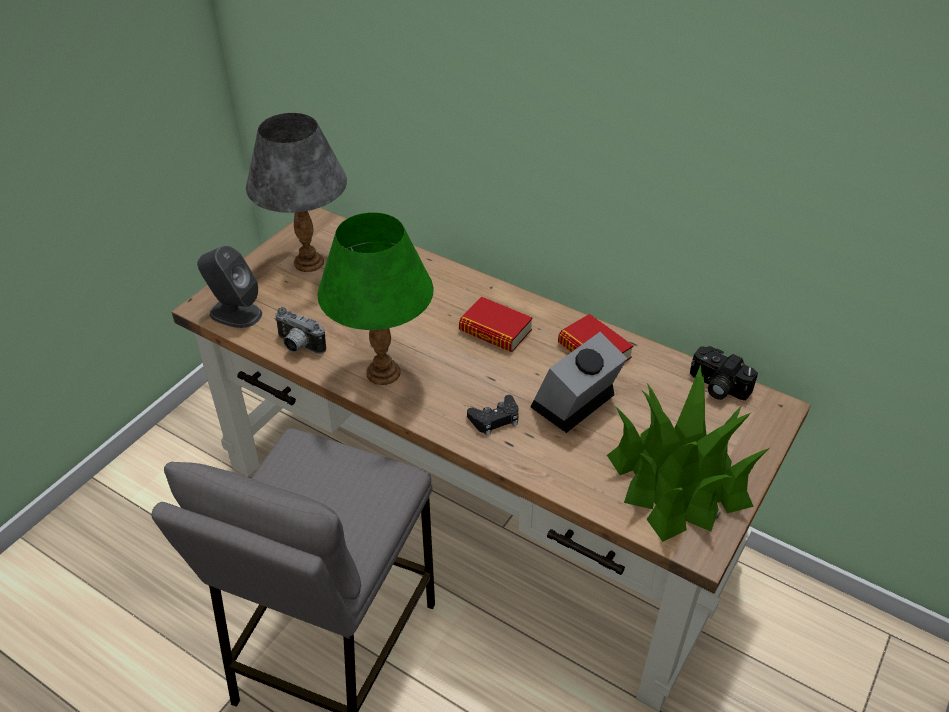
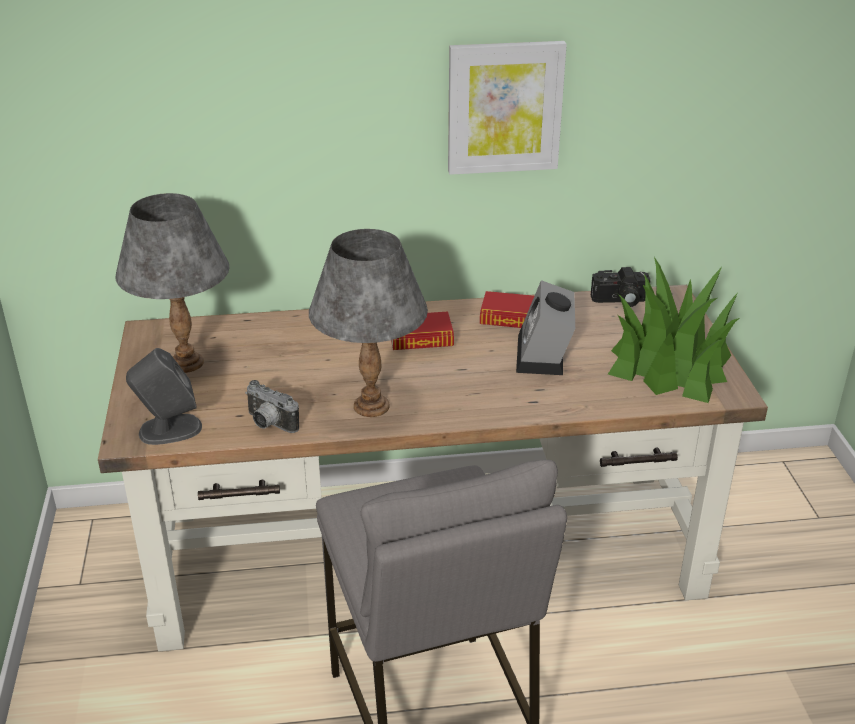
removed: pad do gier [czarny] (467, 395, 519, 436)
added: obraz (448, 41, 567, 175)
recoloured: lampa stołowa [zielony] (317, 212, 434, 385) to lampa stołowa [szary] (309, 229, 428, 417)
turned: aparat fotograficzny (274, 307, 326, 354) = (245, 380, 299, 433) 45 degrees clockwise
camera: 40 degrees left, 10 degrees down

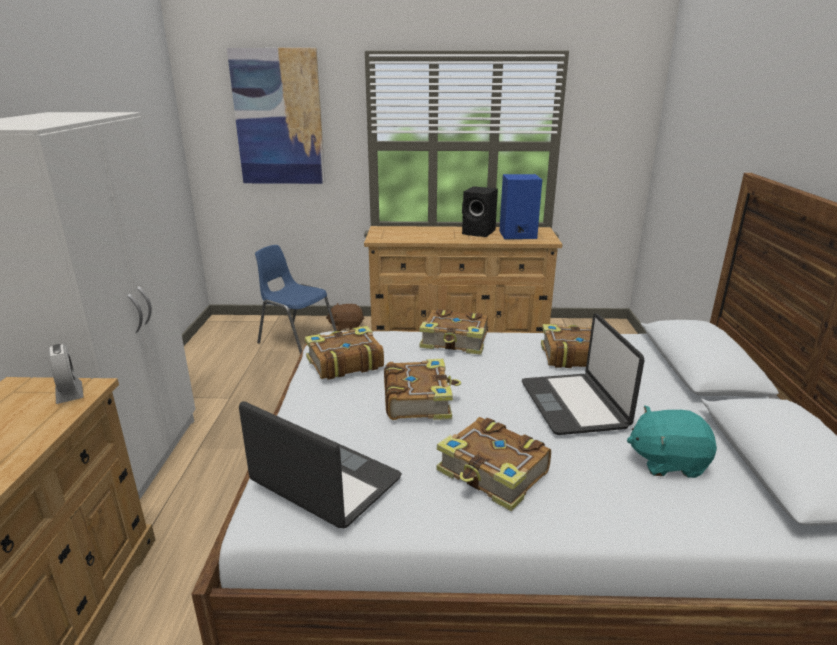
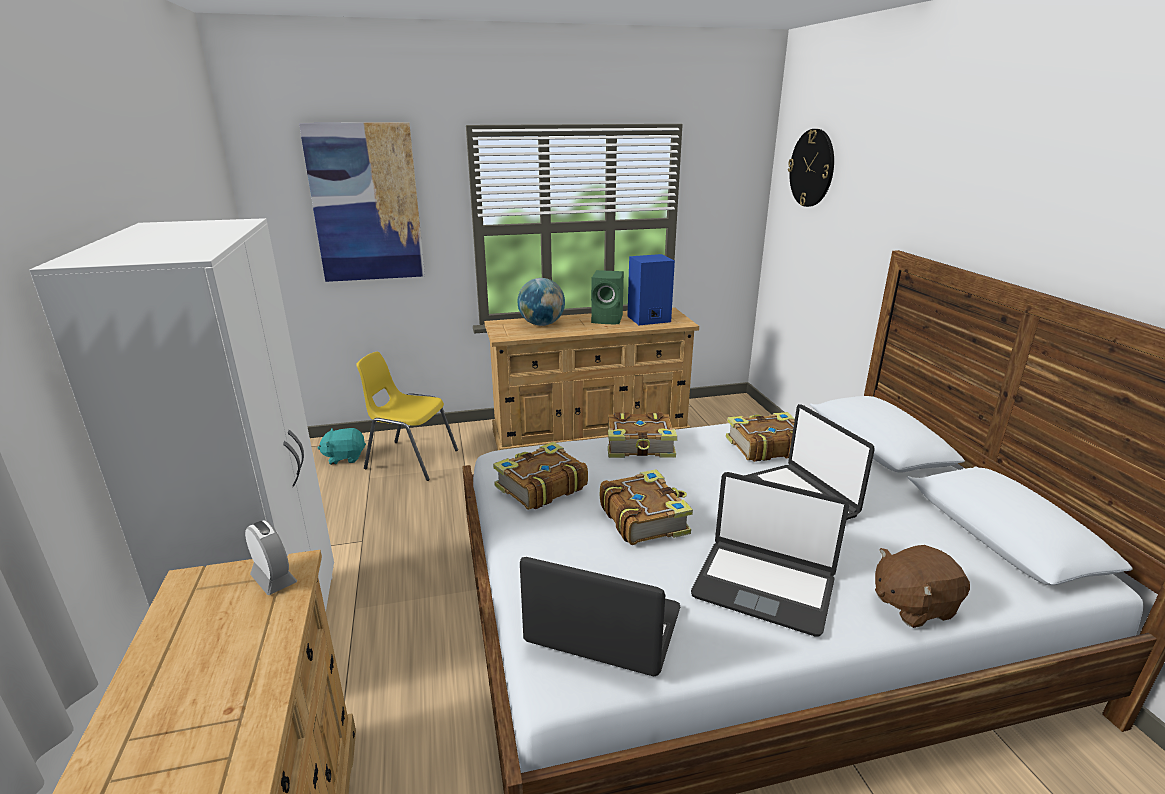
added: globus (518, 278, 565, 326); zegar ścienny (788, 129, 834, 207)
moved: pluszak [brązowy] (326, 303, 364, 331) to (875, 545, 970, 628); pluszak [turkusowy] (627, 405, 717, 478) to (317, 428, 366, 465)
replaced: książka (436, 417, 551, 511) to laptop (691, 472, 849, 637)
recoloured: krzesło [niebieski] (255, 245, 337, 355) to krzesło [żółty] (356, 352, 458, 481); głośnik [czarny] (462, 186, 498, 237) to głośnik [zielony] (591, 270, 624, 324)
camera: 15 degrees left, 0 degrees up

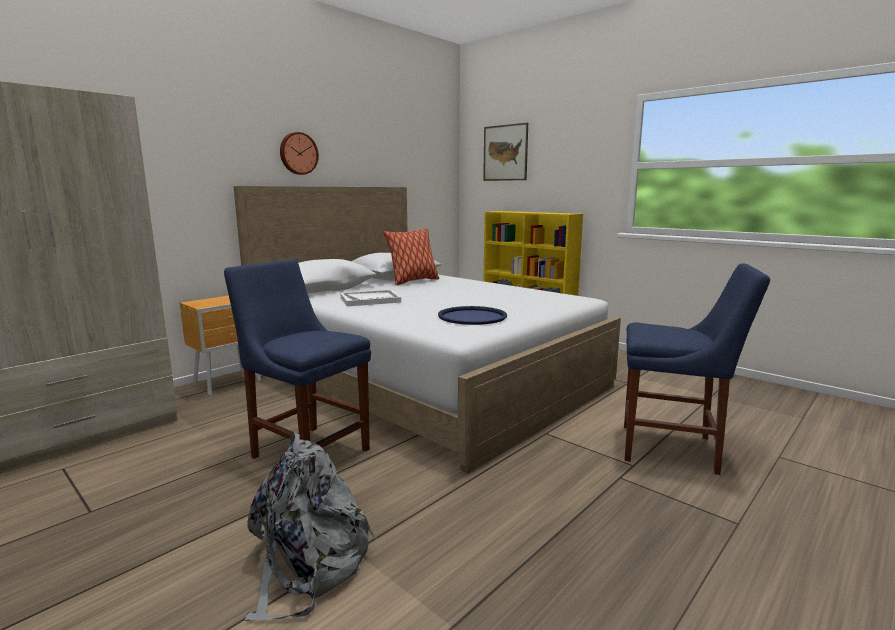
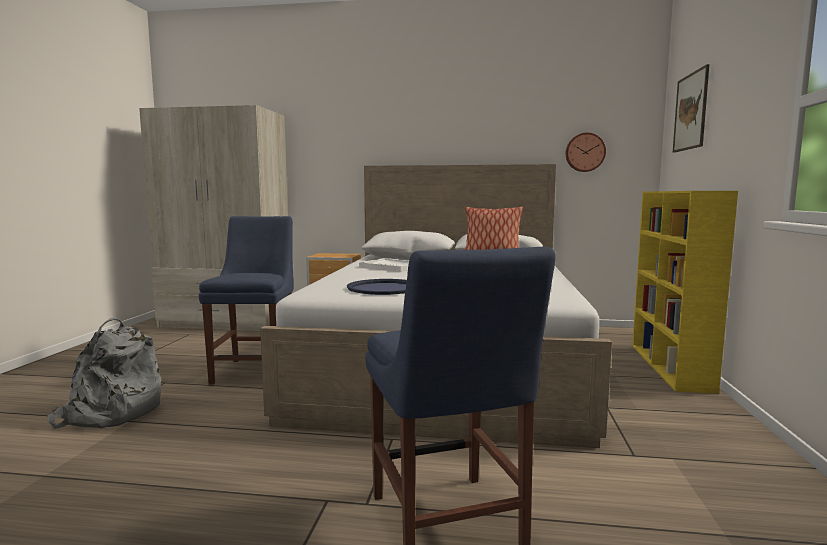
moved: zegar ścienny (280, 132, 319, 175) to (566, 132, 606, 172)
camera: 55 degrees right, 5 degrees down

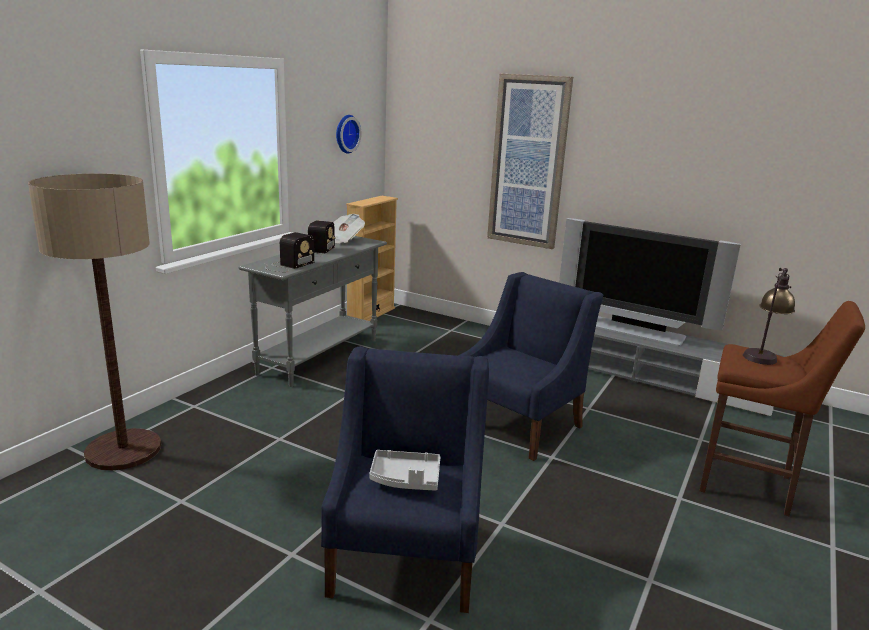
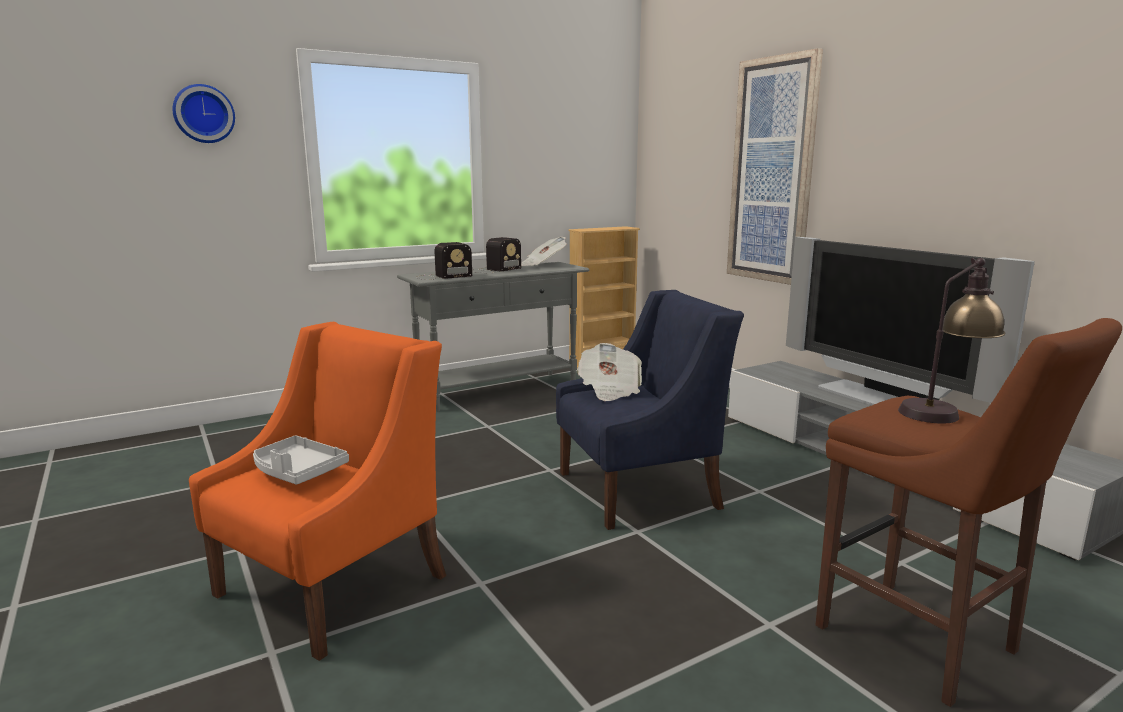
removed: lampa stojąca (28, 173, 161, 471)
added: gazeta (576, 343, 642, 401)
moved: zegar ścienny (336, 115, 361, 154) to (172, 84, 235, 143)
recoloured: fotel [niebieski] (321, 346, 489, 613) to fotel [pomarańczowy] (189, 322, 446, 661)
camera: 30 degrees right, 5 degrees down

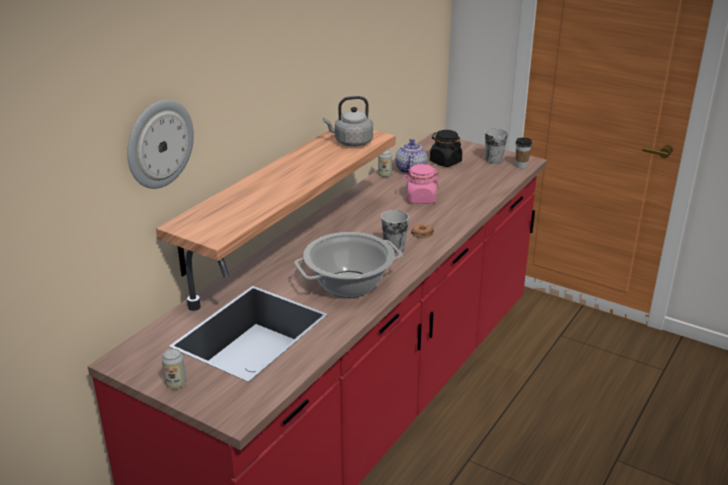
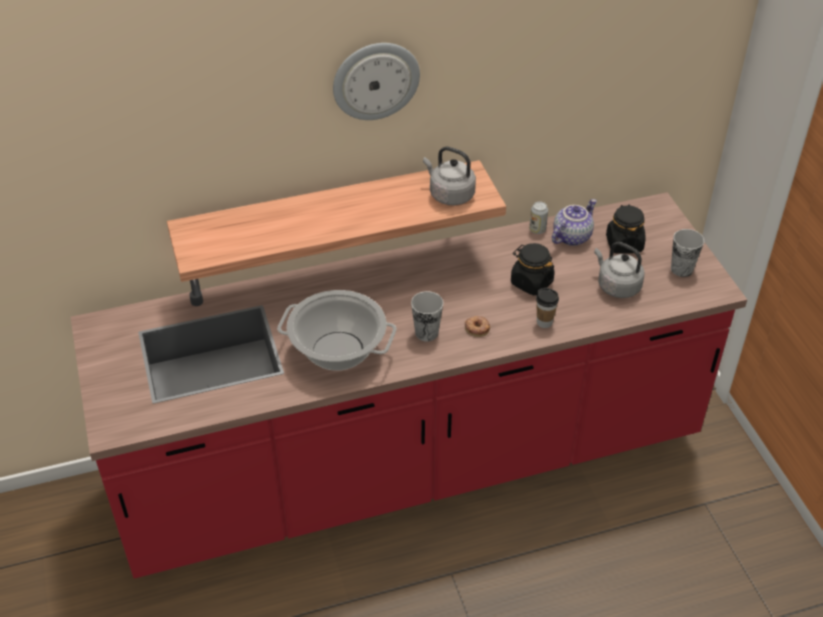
removed: puszka (162, 349, 186, 389)
added: czajnik [szary] (594, 242, 645, 298)
moved: zegar ścienny (127, 100, 194, 189) to (333, 43, 420, 120); filiżanka (515, 138, 532, 169) to (536, 288, 559, 328)
recoloured: słoik [różowy] (403, 164, 440, 204) to słoik [czarny] (511, 243, 555, 295)
camera: 40 degrees right, 15 degrees up

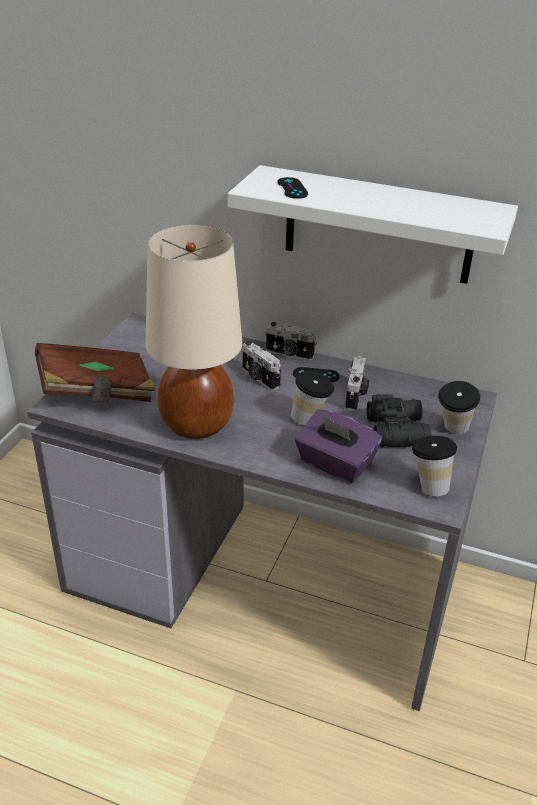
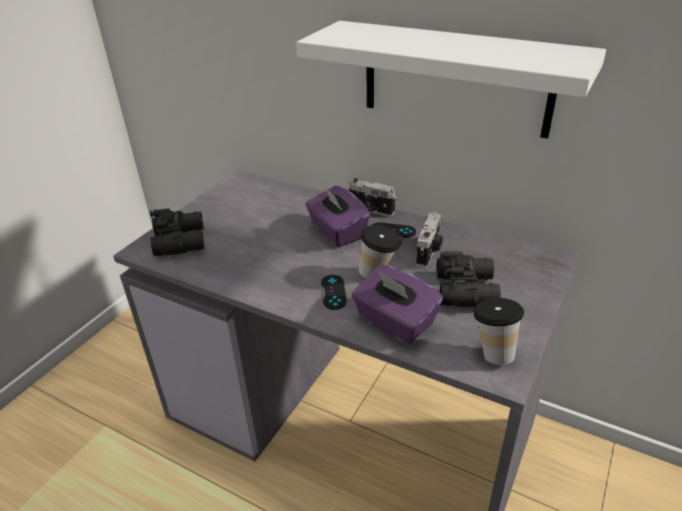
removed: lampa stołowa [beżowy] (146, 225, 242, 439); filiżanka (438, 381, 480, 434)
moved: pad do gier [czarny] (277, 177, 308, 199) to (321, 275, 347, 310)
replaced: książka [brązowy] (35, 343, 156, 402) to lornetka [czarny] (150, 208, 204, 256); aparat fotograficzny (242, 341, 281, 391) to pudełko chusteczek [fioletowy] (305, 185, 370, 247)
camera: 10 degrees right, 0 degrees up

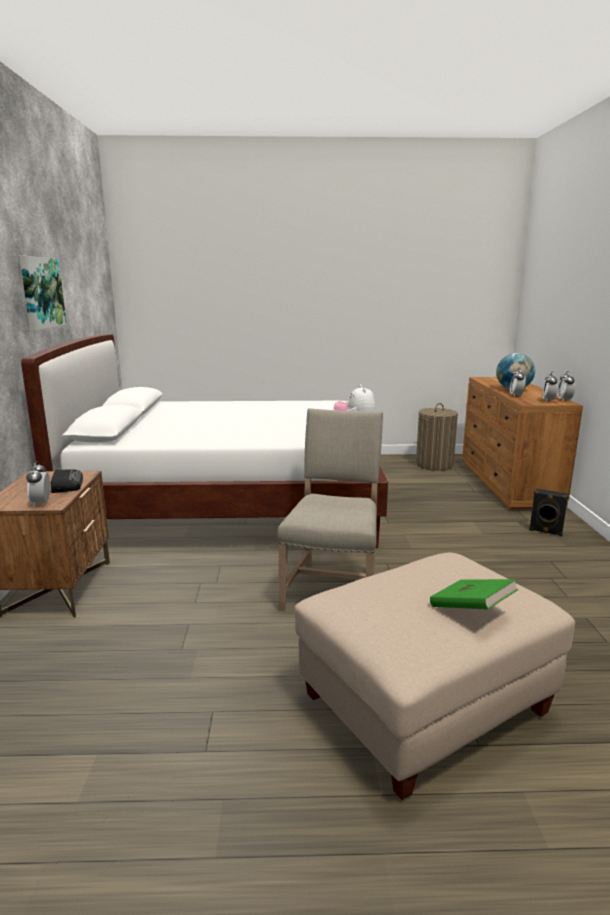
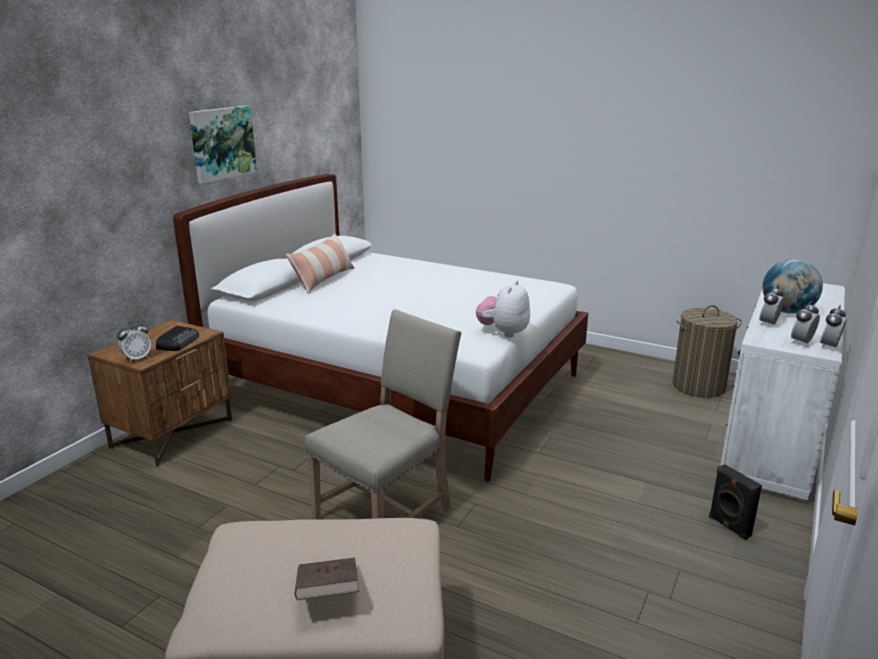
added: poduszka (286, 233, 354, 295)
recoloured: książka [zielony] (430, 579, 519, 609) to książka [brązowy] (295, 557, 359, 600); komoda [brązowy] (462, 377, 583, 509) to komoda [biały] (720, 283, 845, 500)
turned: budzik (26, 461, 50, 507) = (117, 321, 151, 363) 150 degrees counterclockwise
camera: 30 degrees right, 5 degrees up

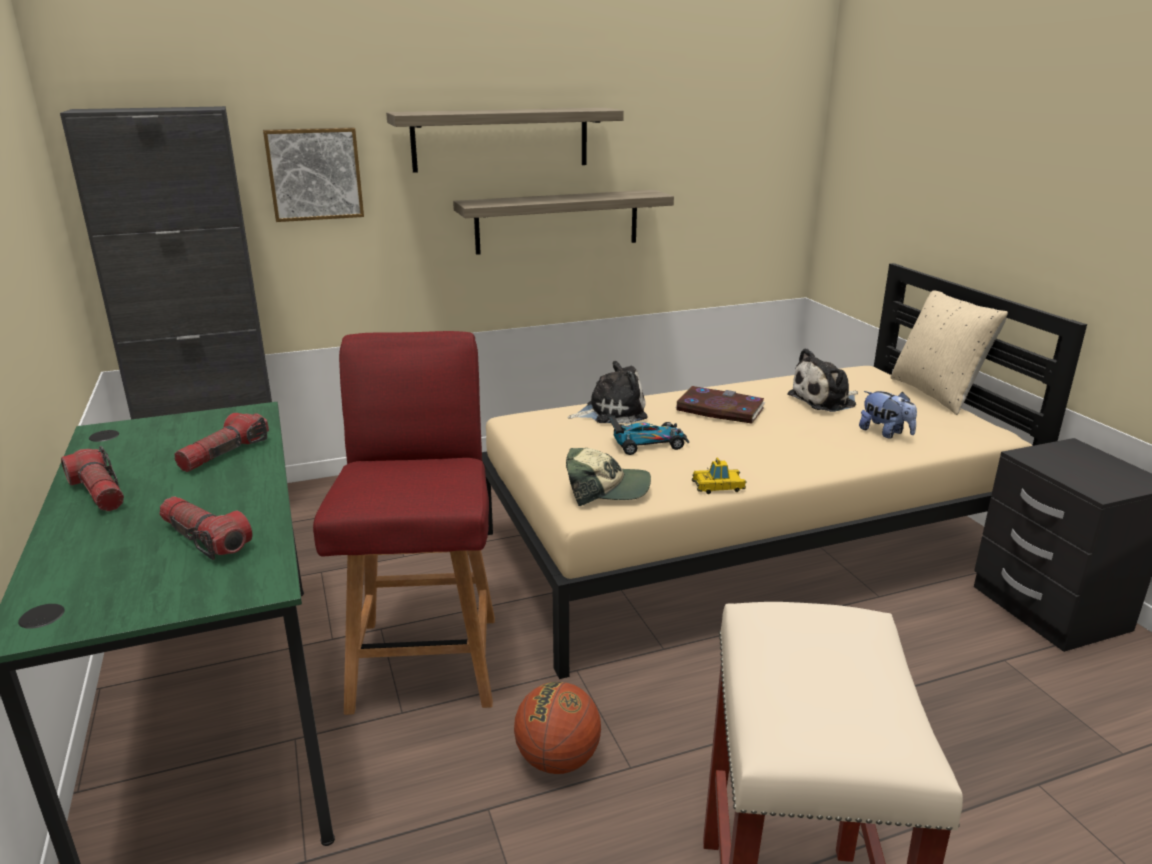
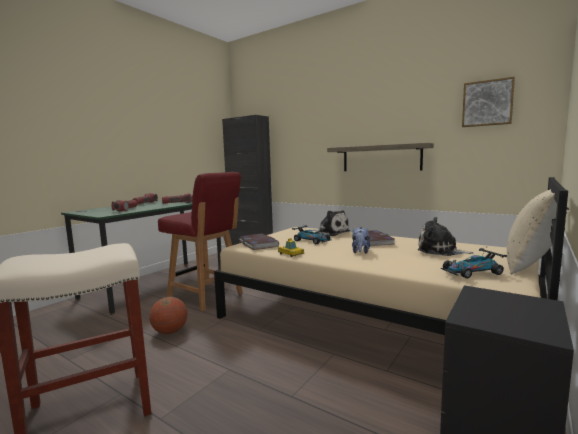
removed: półka (386, 108, 624, 173)
added: samochodzik (441, 248, 507, 278)
moved: obraz (263, 127, 364, 222) to (462, 77, 515, 127); pluszak (859, 391, 917, 439) to (352, 227, 370, 254)
replaced: czapka z daszkiem (566, 448, 651, 506) to książka (240, 234, 279, 250)
turned: krzesło [czerwony] (313, 331, 495, 715) = (158, 172, 243, 311) 75 degrees clockwise
camera: 55 degrees right, 15 degrees down

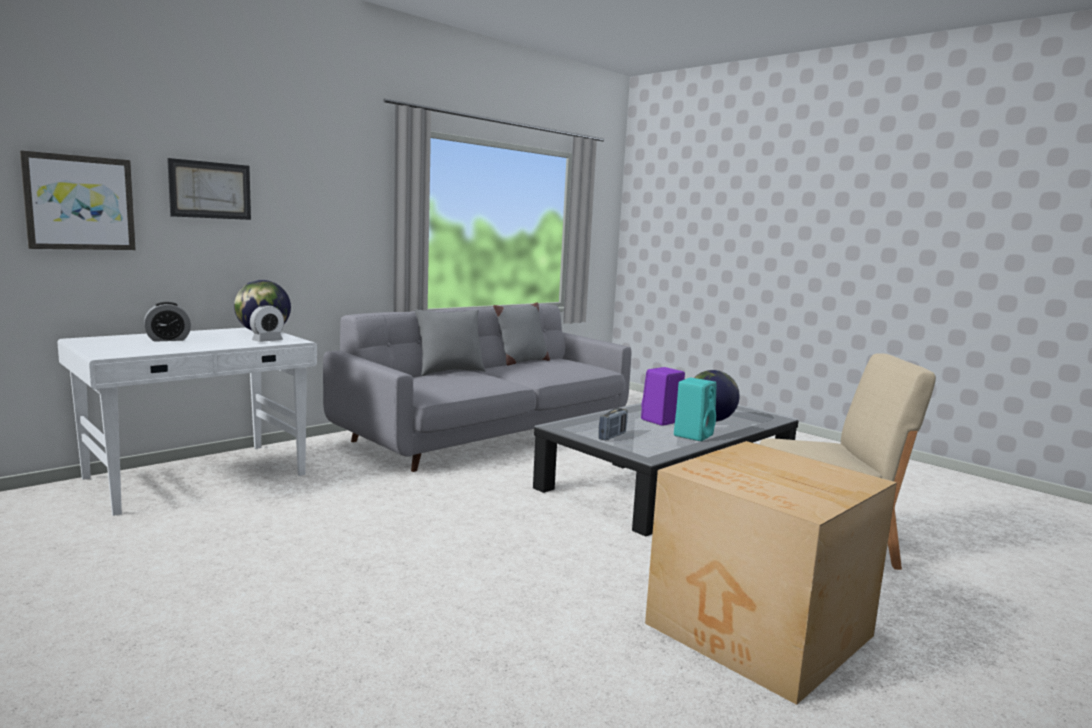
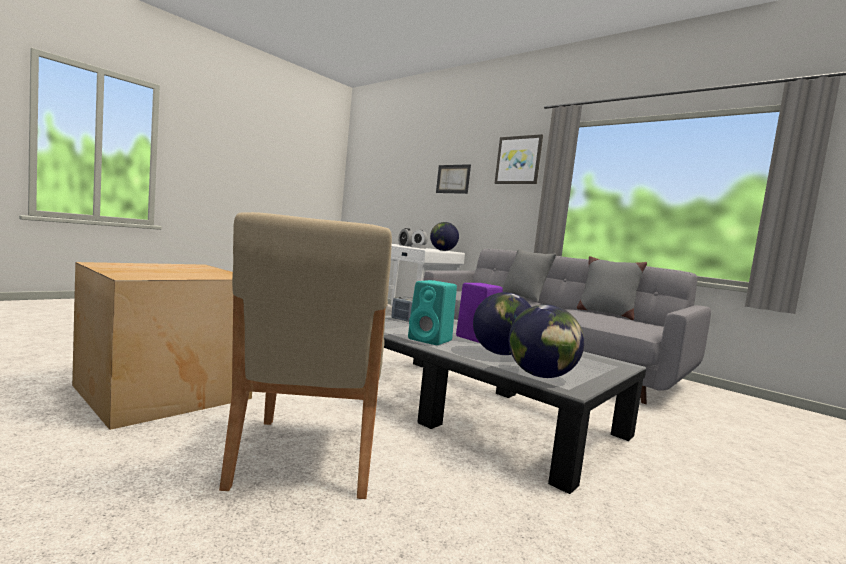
added: globus (509, 304, 584, 378)
moved: obraz (20, 150, 136, 250) to (494, 134, 543, 184)
camera: 85 degrees right, 5 degrees down

